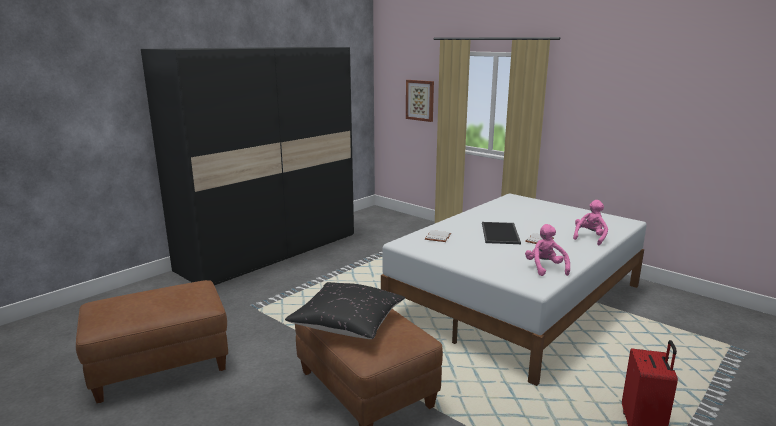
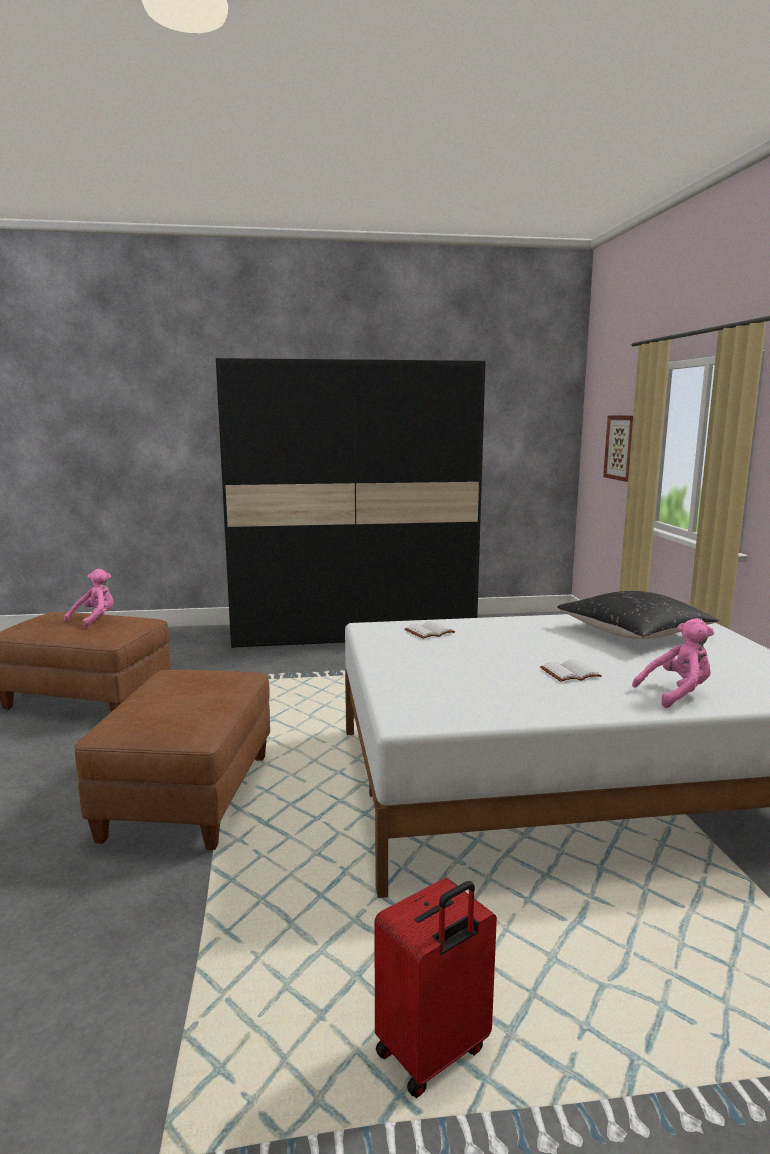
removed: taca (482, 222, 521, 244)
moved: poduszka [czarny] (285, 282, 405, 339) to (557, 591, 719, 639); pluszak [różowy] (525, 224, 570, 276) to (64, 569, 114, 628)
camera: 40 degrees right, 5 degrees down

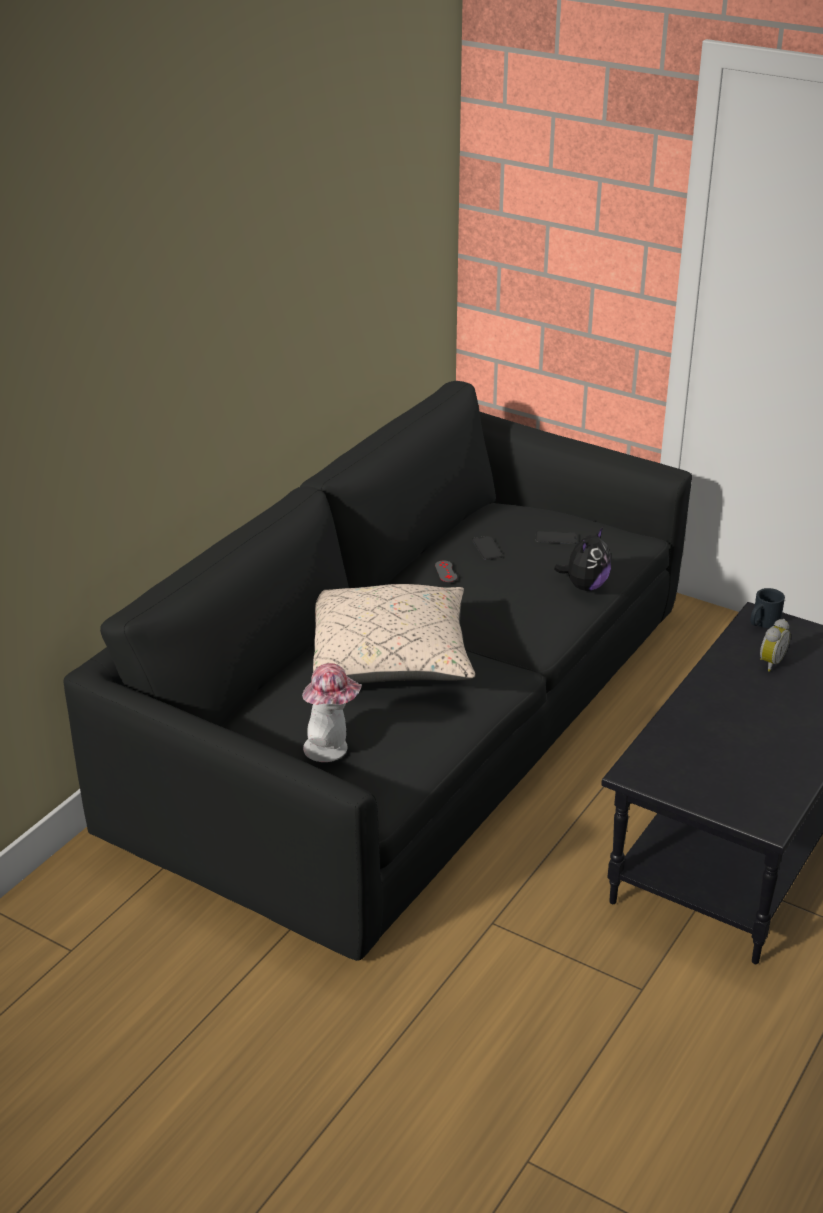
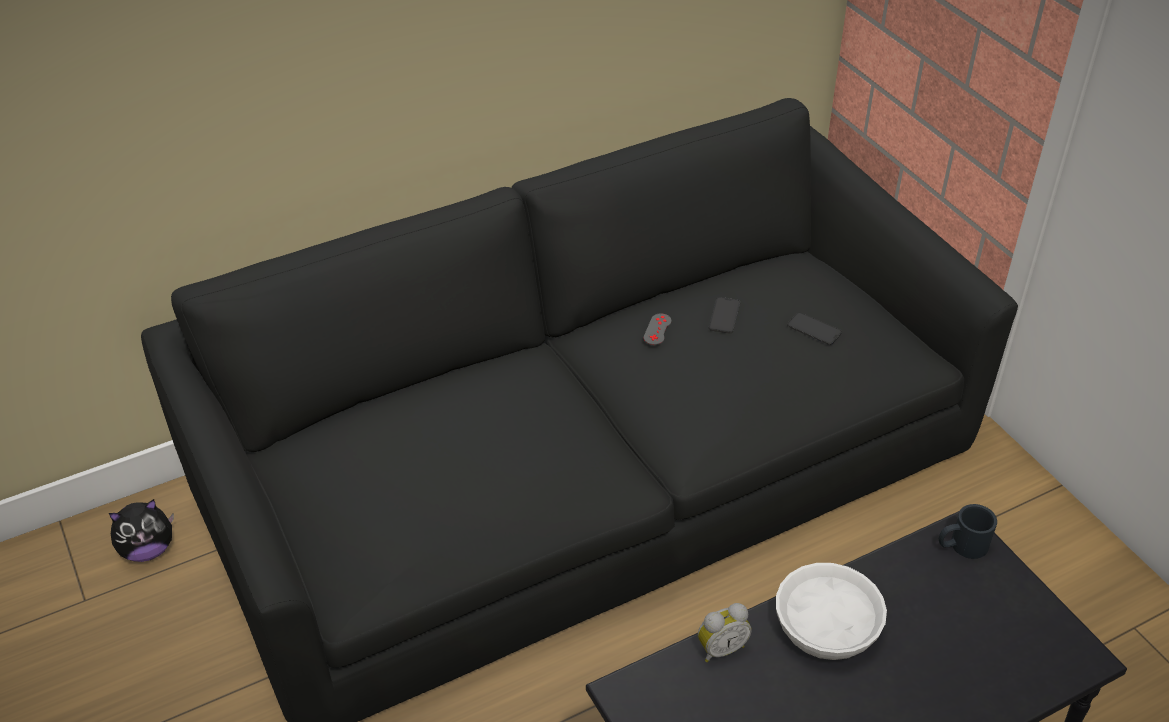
removed: kapelusz (302, 663, 362, 762); poduszka [beżowy] (313, 584, 475, 683)
added: miska [biały] (776, 563, 887, 660)
moved: pluszak (554, 527, 611, 591) to (109, 499, 174, 562); budzik (760, 619, 791, 672) to (698, 603, 752, 662)
camera: 30 degrees right, 10 degrees up

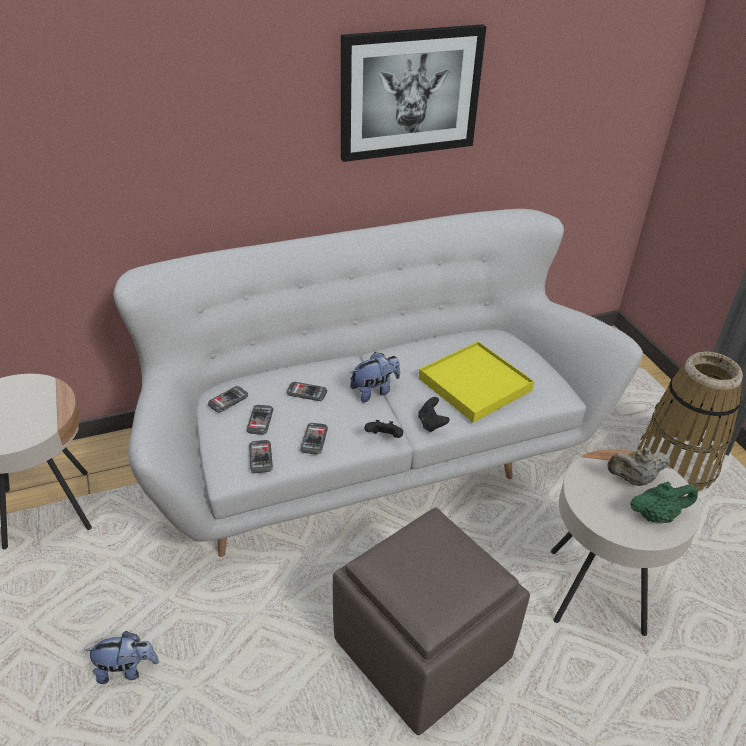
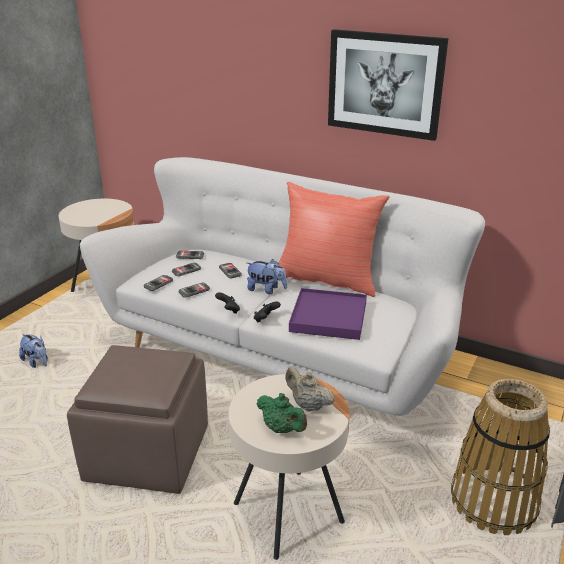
added: poduszka [czerwony] (279, 182, 390, 297)
recoloured: taca [żółty] (419, 341, 534, 423) to taca [fioletowy] (289, 288, 367, 340)
camera: 50 degrees right, 10 degrees down

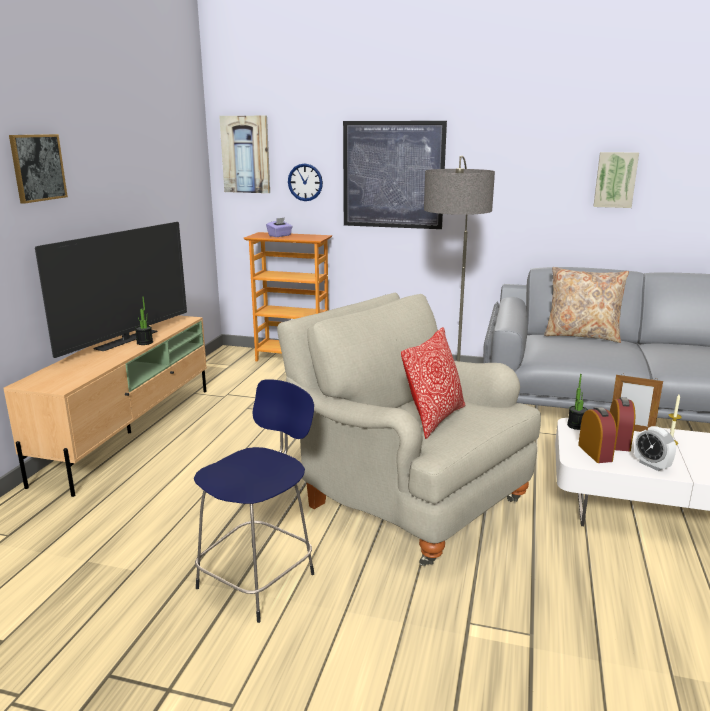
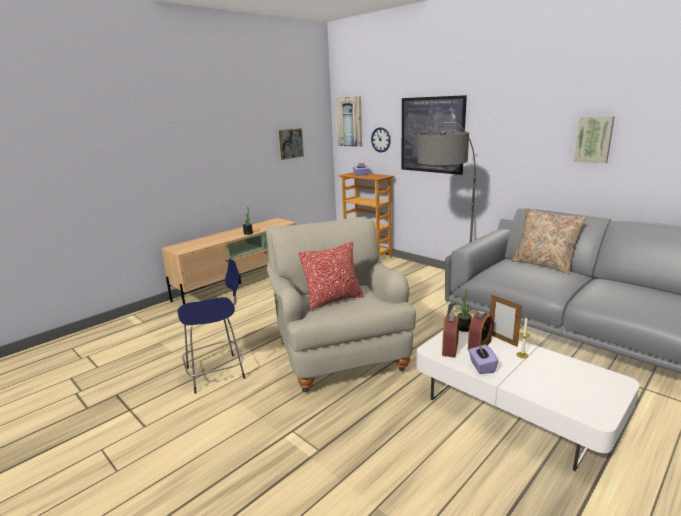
removed: telewizor (35, 222, 187, 358)
moved: obraz (9, 134, 68, 204) to (279, 128, 304, 160)
replaced: budzik (634, 426, 676, 471) to pudełko chusteczek [fioletowy] (469, 343, 498, 374)
camera: 30 degrees right, 0 degrees up

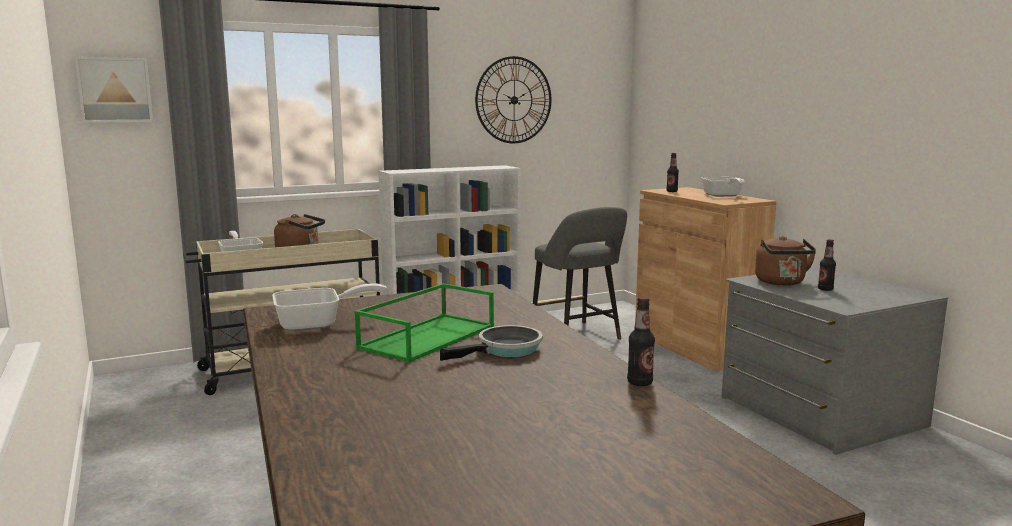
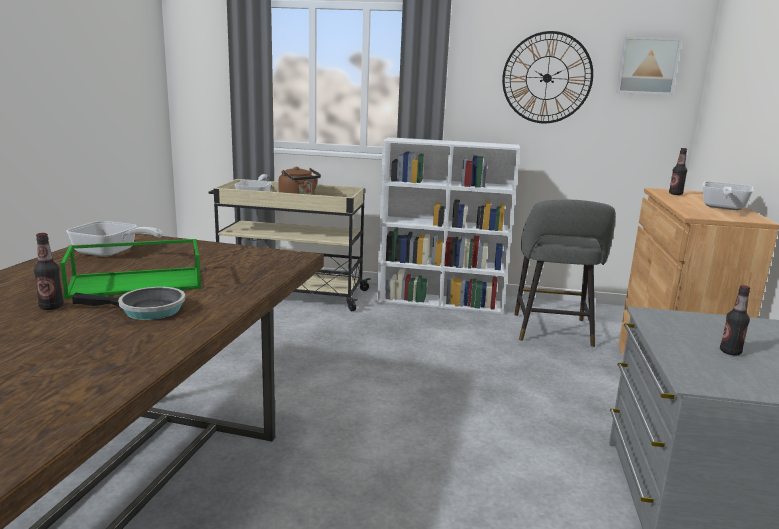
removed: czajnik [brązowy] (755, 236, 816, 285)
moved: obraz (75, 57, 153, 123) to (616, 37, 682, 95); butelka (627, 297, 655, 386) to (34, 233, 64, 310)
camera: 35 degrees right, 5 degrees up

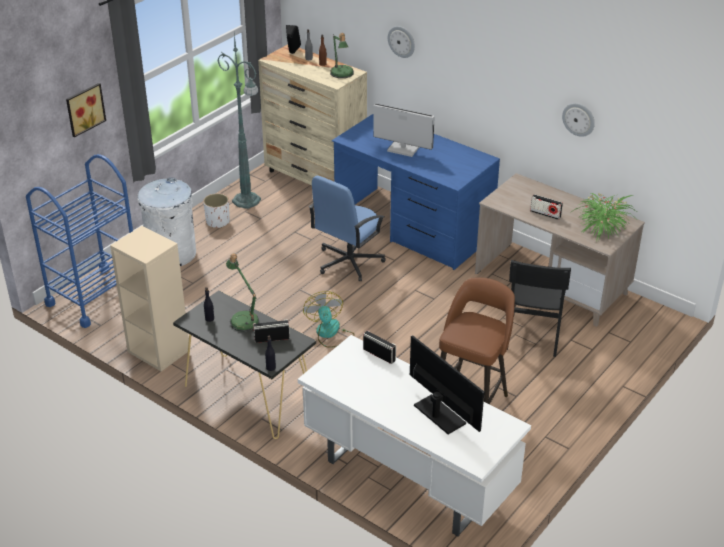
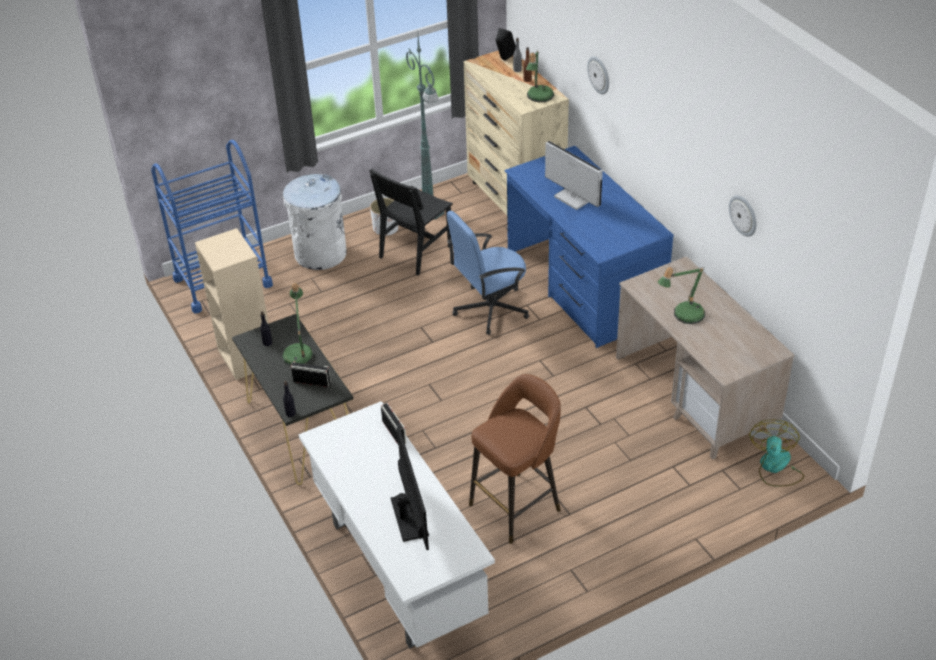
removed: obraz (66, 83, 106, 137); roślina doniczkowa (571, 193, 636, 242)
moved: wentylator (303, 291, 355, 348) to (749, 420, 804, 486); krzesło [czarny] (507, 260, 571, 357) to (369, 169, 453, 275)
replaced: radio (530, 194, 563, 220) to lampa stołowa (658, 267, 705, 324)
camera: 25 degrees right, 5 degrees up

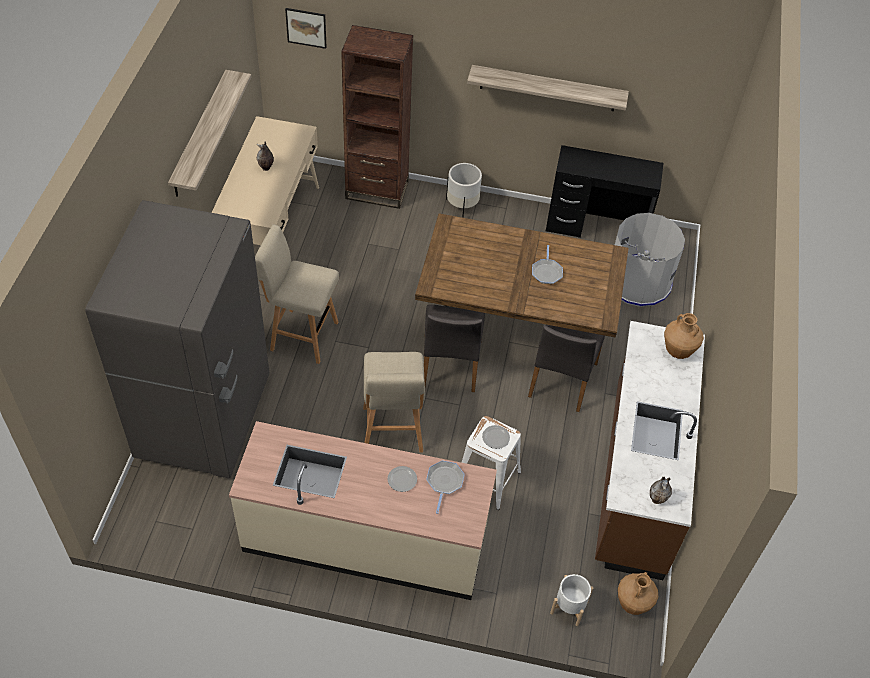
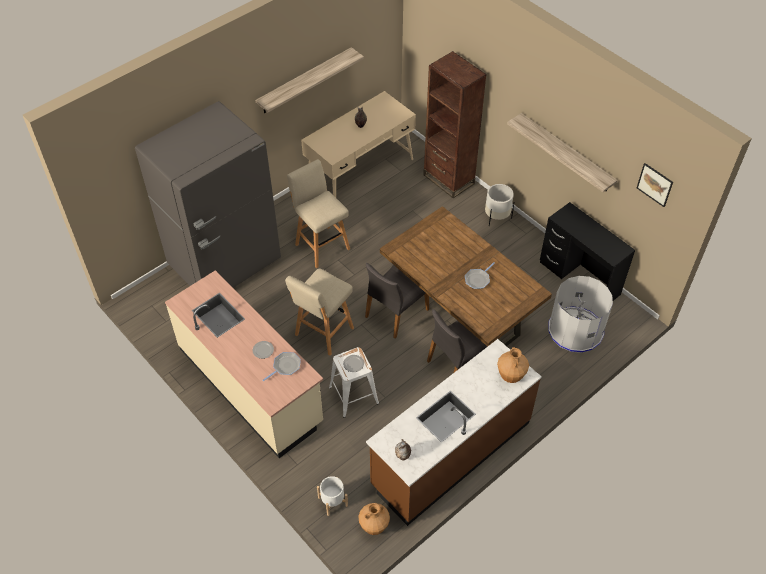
moved: obraz (285, 8, 327, 49) to (637, 163, 673, 207)
camera: 40 degrees right, 0 degrees up

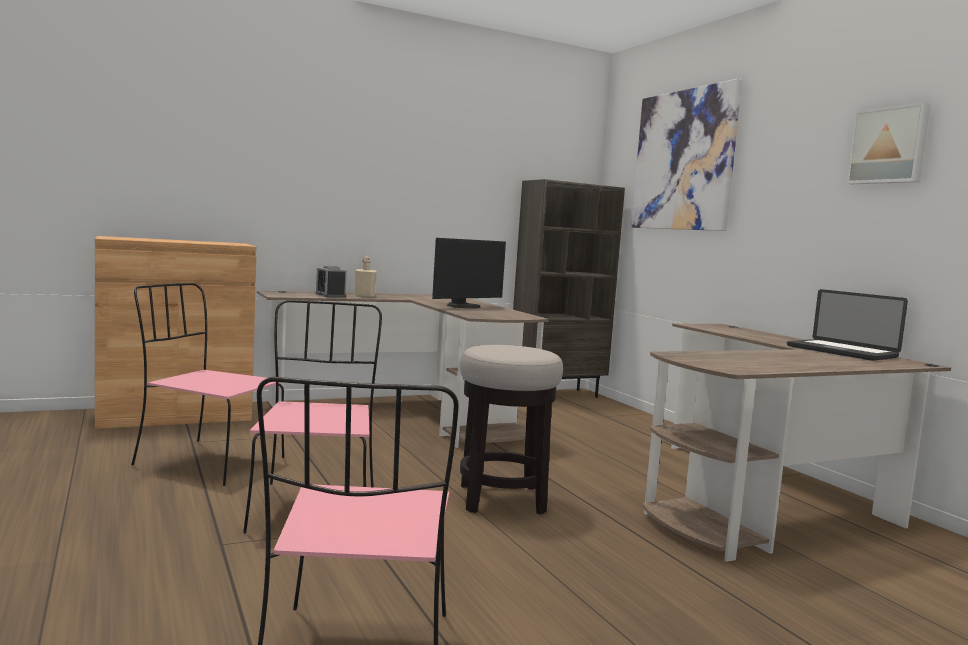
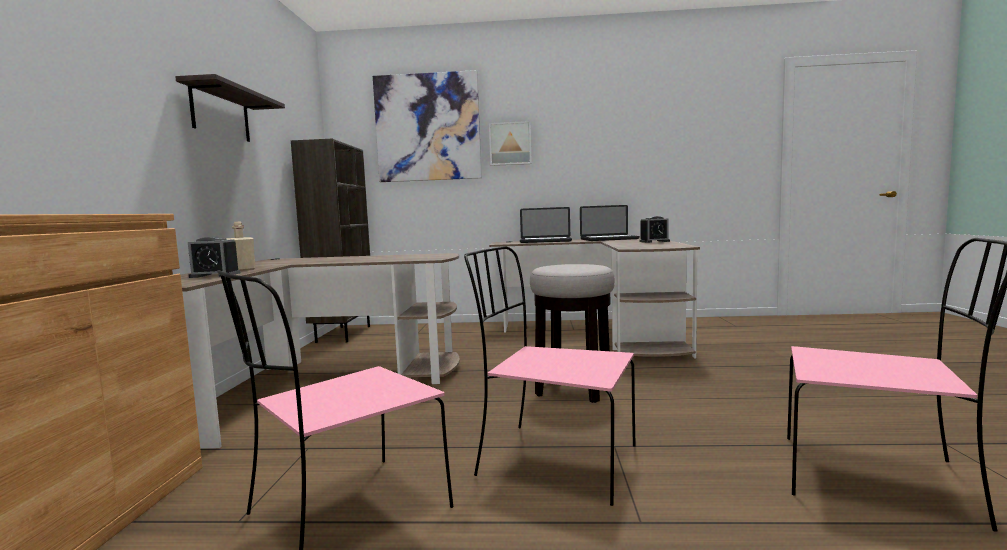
removed: monitor (432, 238, 506, 308)
added: półka (175, 74, 285, 142); laptop (520, 207, 572, 243); budzik (639, 216, 670, 243)
moved: obraz (846, 102, 930, 184) to (489, 121, 532, 166)
camera: 60 degrees left, 0 degrees up

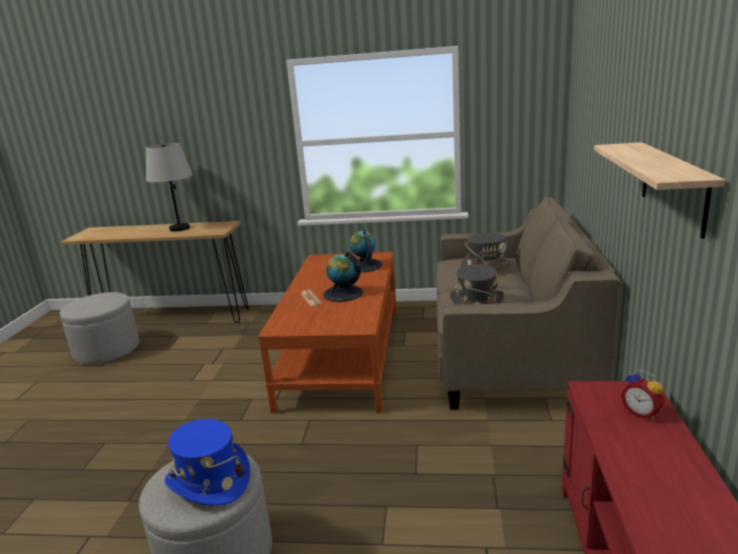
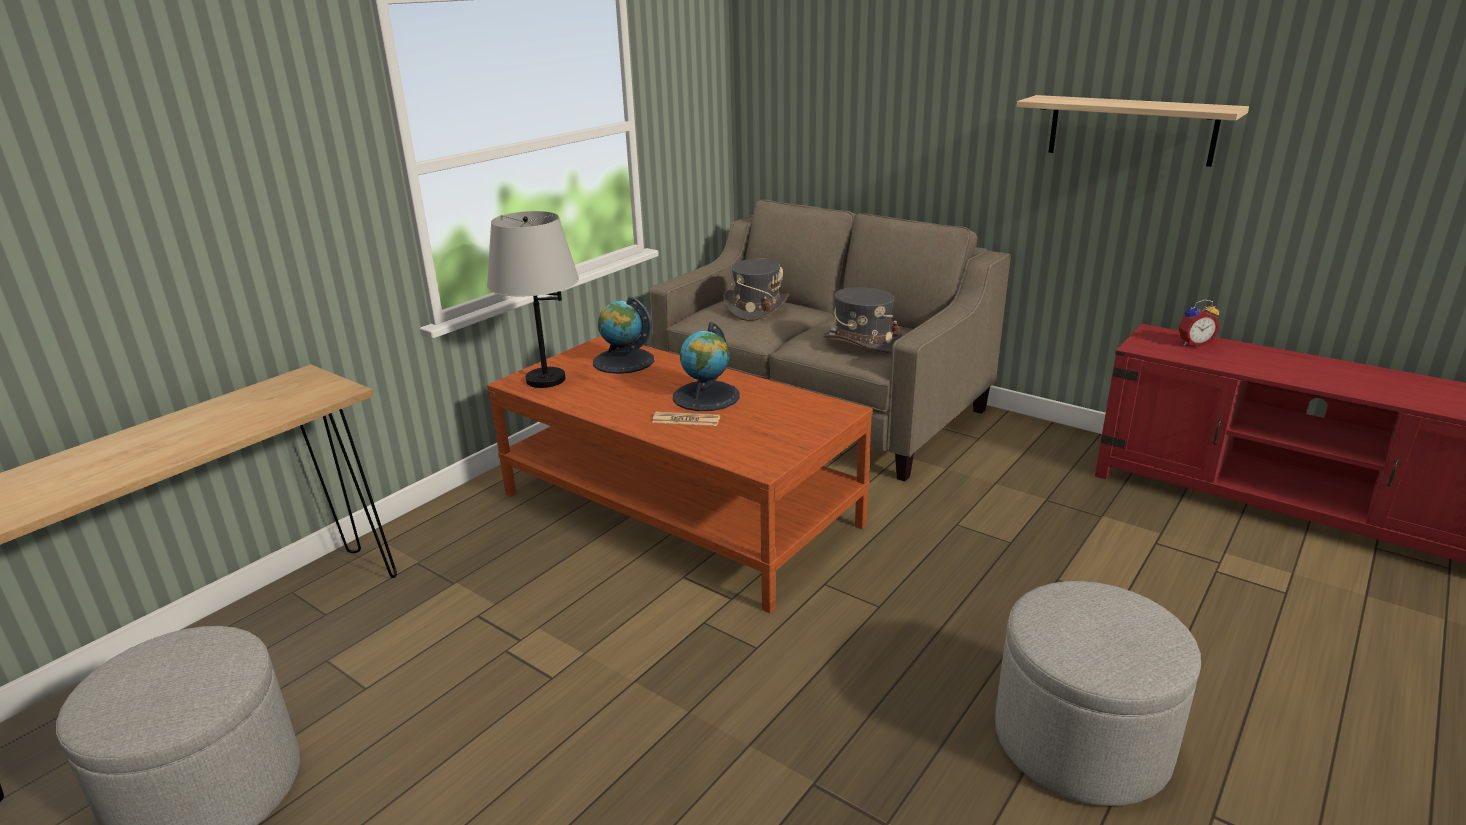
removed: kapelusz [niebieski] (165, 419, 250, 506)
moved: lampa stołowa [szary] (146, 143, 193, 231) to (487, 211, 579, 388)
camera: 60 degrees left, 5 degrees up

